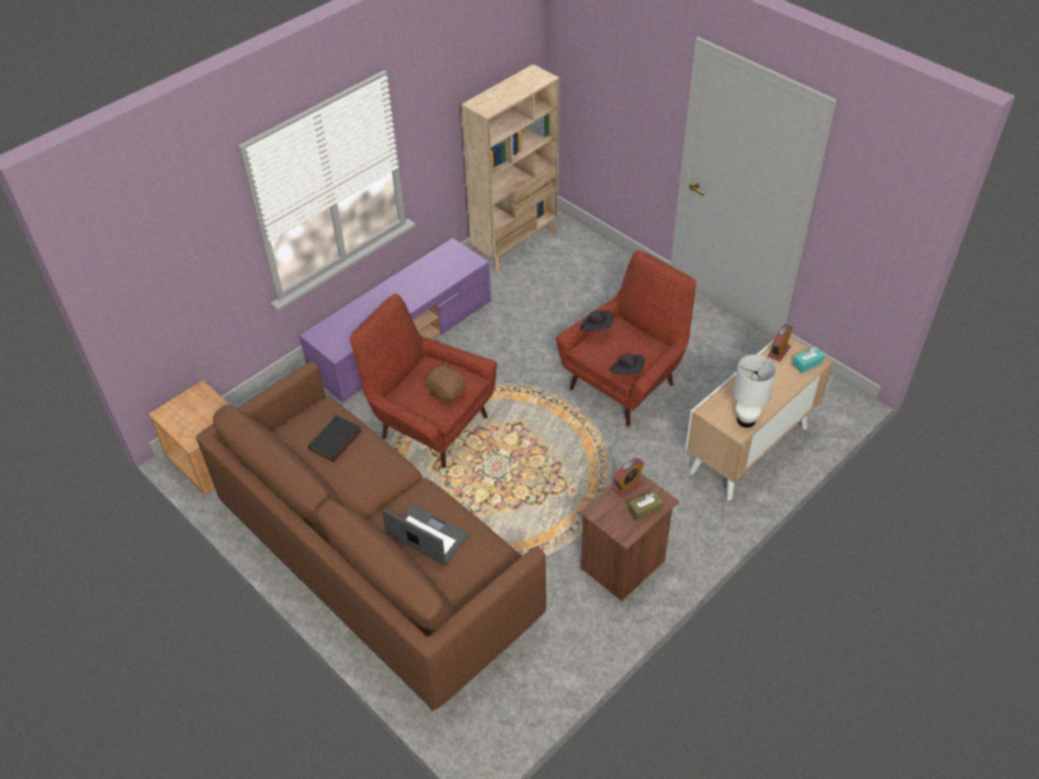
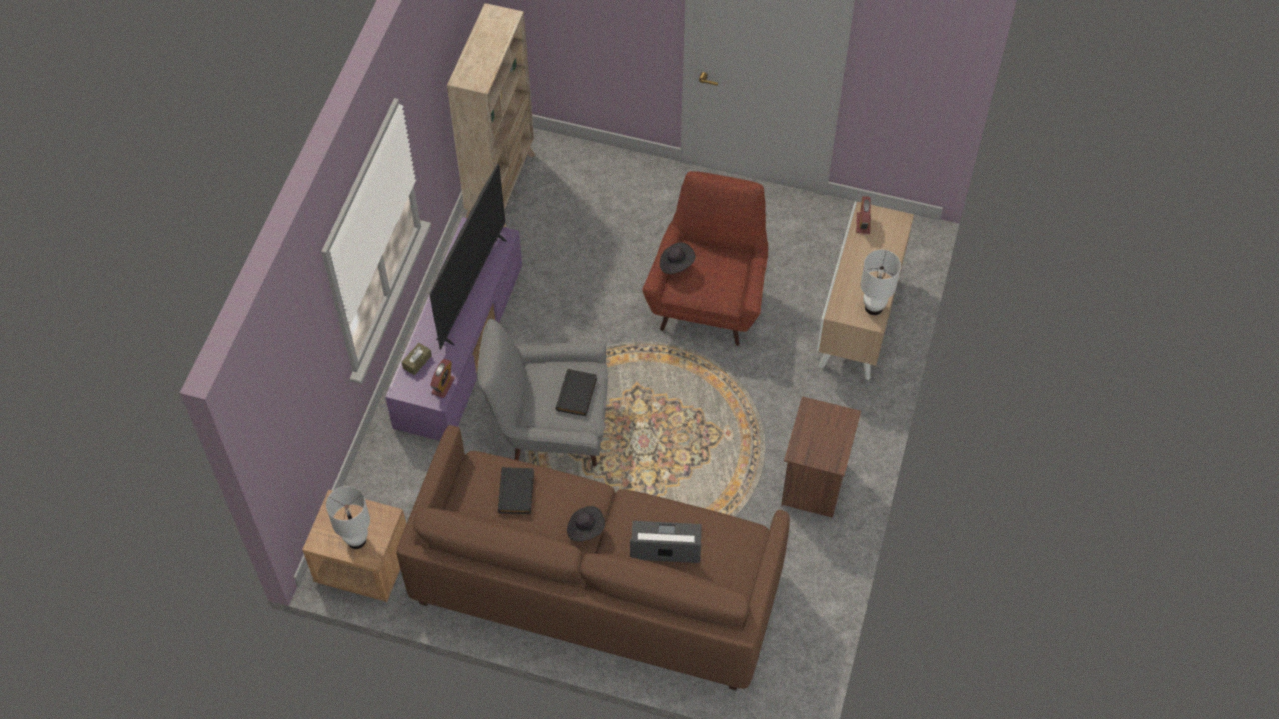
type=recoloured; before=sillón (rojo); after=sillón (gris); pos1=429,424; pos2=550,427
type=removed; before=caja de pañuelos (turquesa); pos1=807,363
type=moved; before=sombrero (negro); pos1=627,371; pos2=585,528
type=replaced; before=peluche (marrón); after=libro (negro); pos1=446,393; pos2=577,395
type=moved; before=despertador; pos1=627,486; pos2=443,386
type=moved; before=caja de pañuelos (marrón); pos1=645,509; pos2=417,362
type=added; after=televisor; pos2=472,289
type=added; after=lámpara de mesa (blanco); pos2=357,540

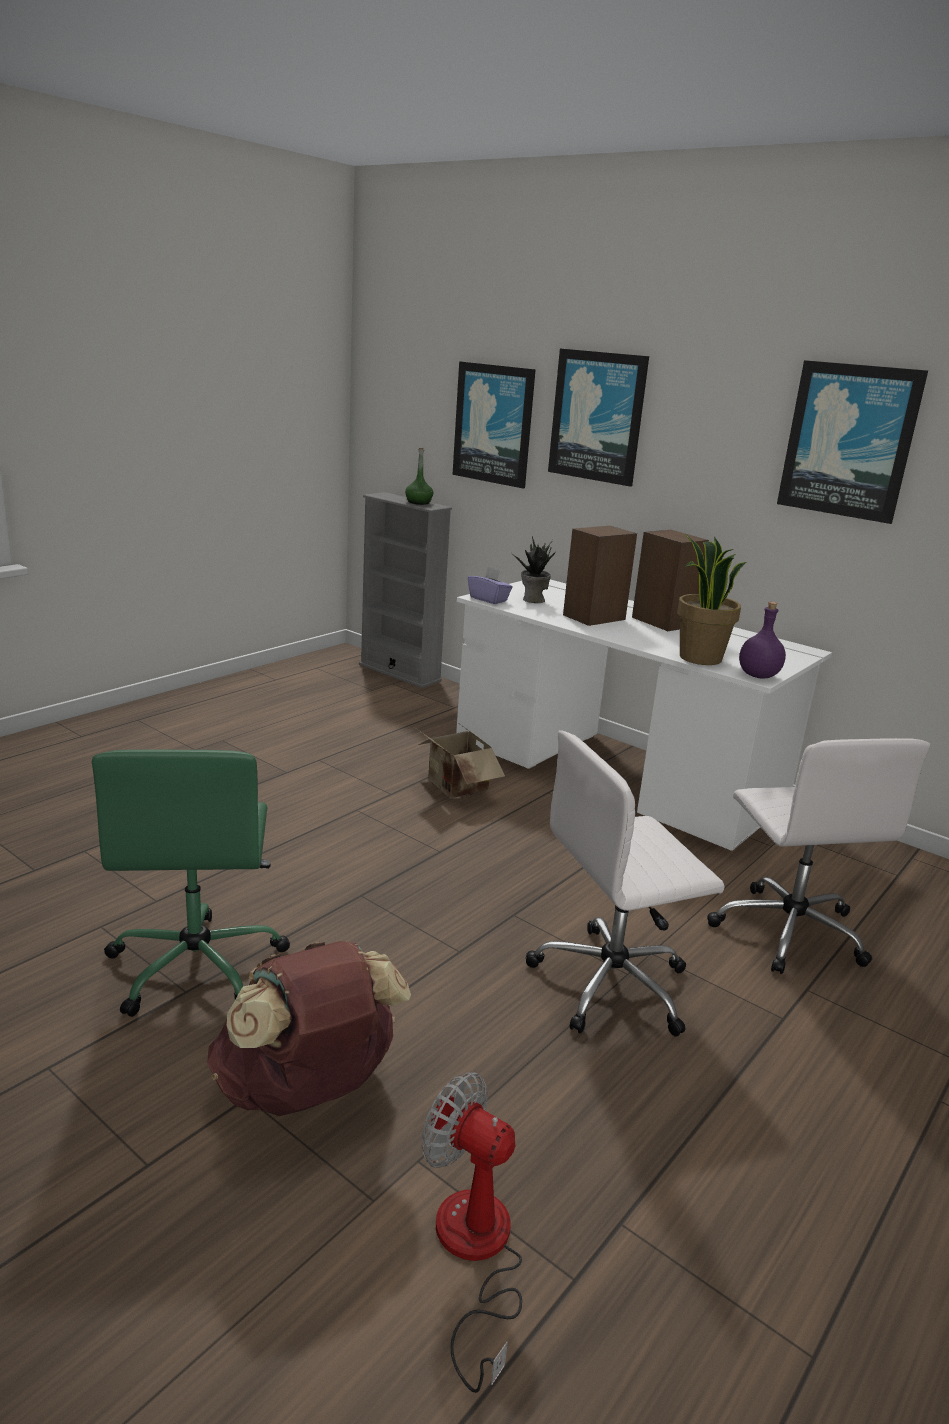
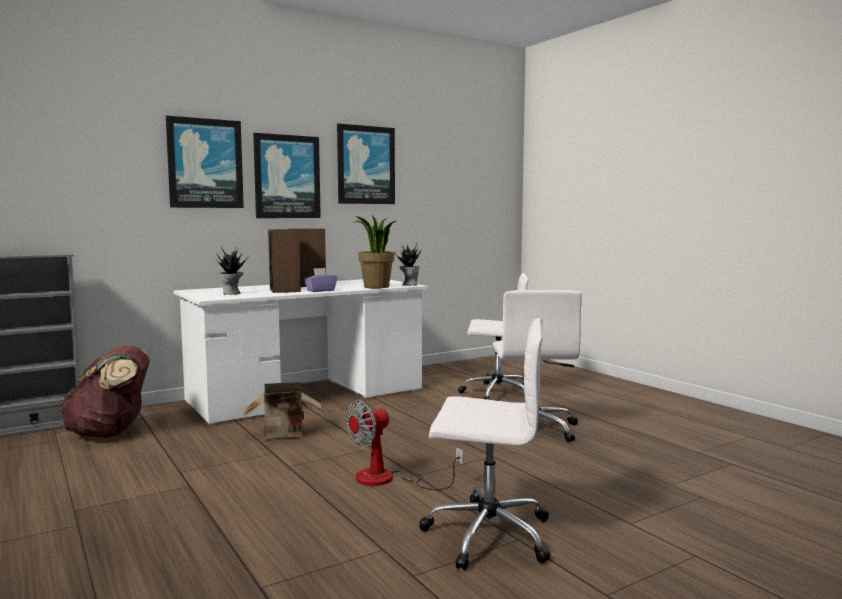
type=moved; before=cuadro; pos1=494,424; pos2=287,177
type=removed; before=botella (verde); pos1=418,502
type=moved; before=caja de pañuelos (morado); pos1=489,599; pos2=320,290
type=replaced; before=botella (morado); after=planta en maceta; pos1=759,675; pos2=409,285
type=recoloured; before=silla de oficina (verde); after=silla de oficina (blanco); pos1=197,965; pos2=486,534
type=moved; before=mochila (marrón); pos1=306,1091; pos2=111,433
type=moved; before=ventilador; pos1=474,1253; pos2=388,480

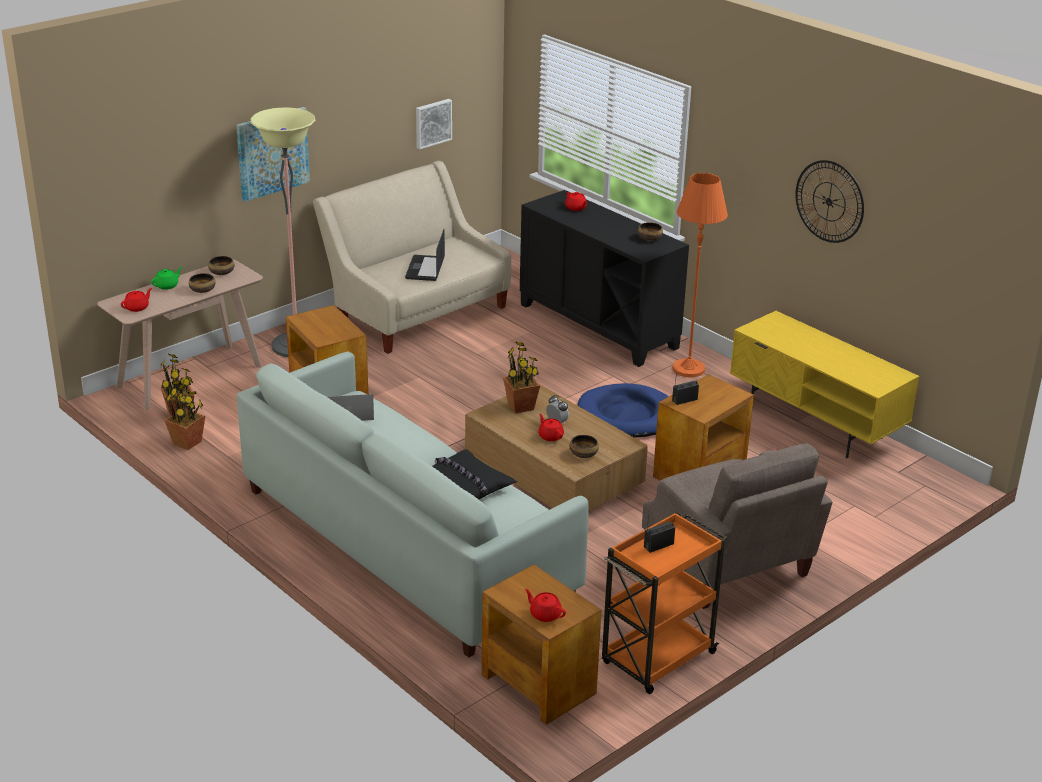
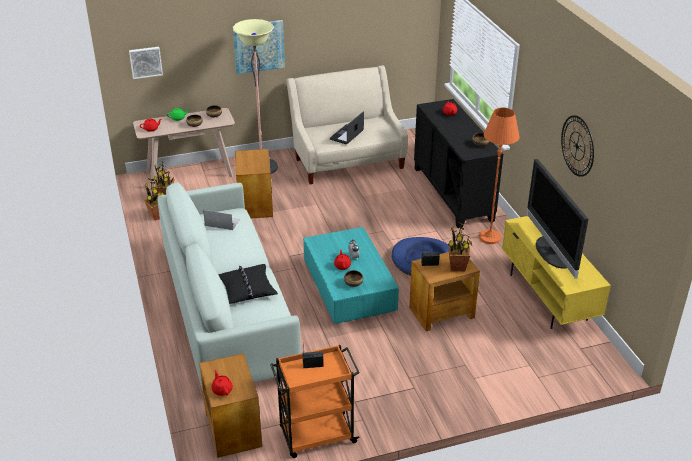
type=moved; before=cuadro; pos1=432,123; pos2=145,62
type=moved; before=planta en maceta; pos1=521,406; pos2=457,266
type=recoloured; before=mesa de centro (marrón); after=mesa de centro (turquesa); pos1=553,472; pos2=349,288
type=removed; before=sillón (beis); pos1=729,566
type=added; after=televisor; pos2=551,253

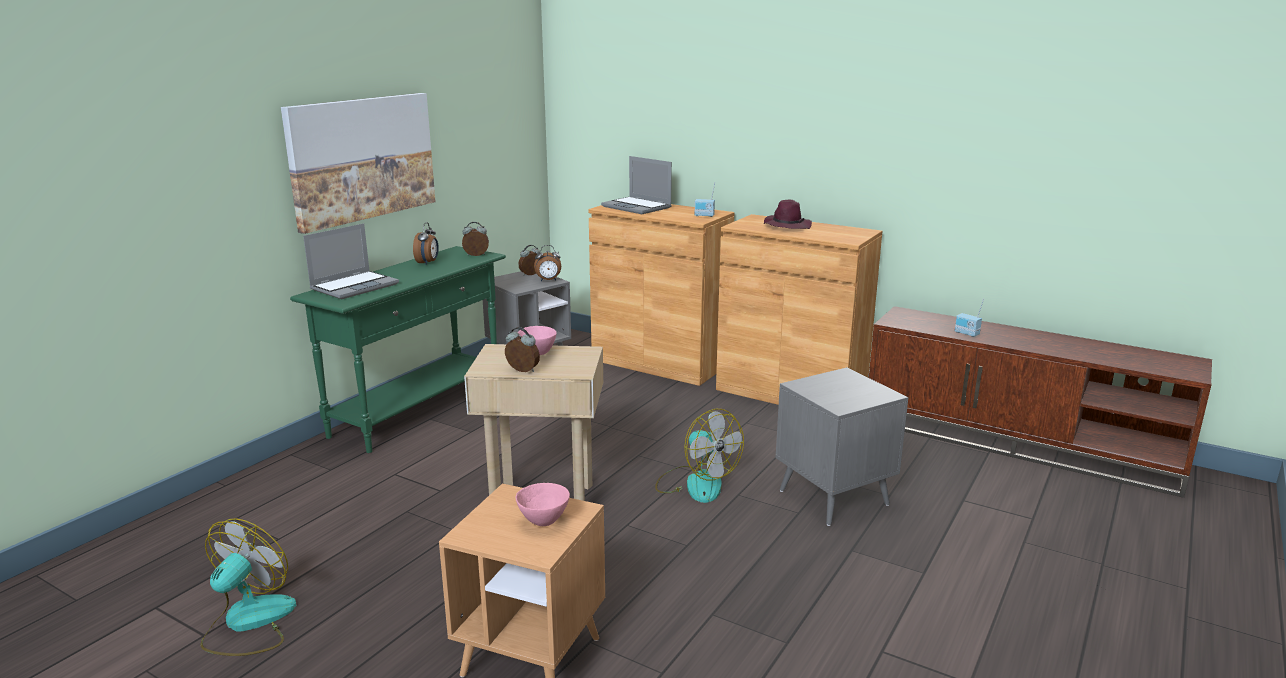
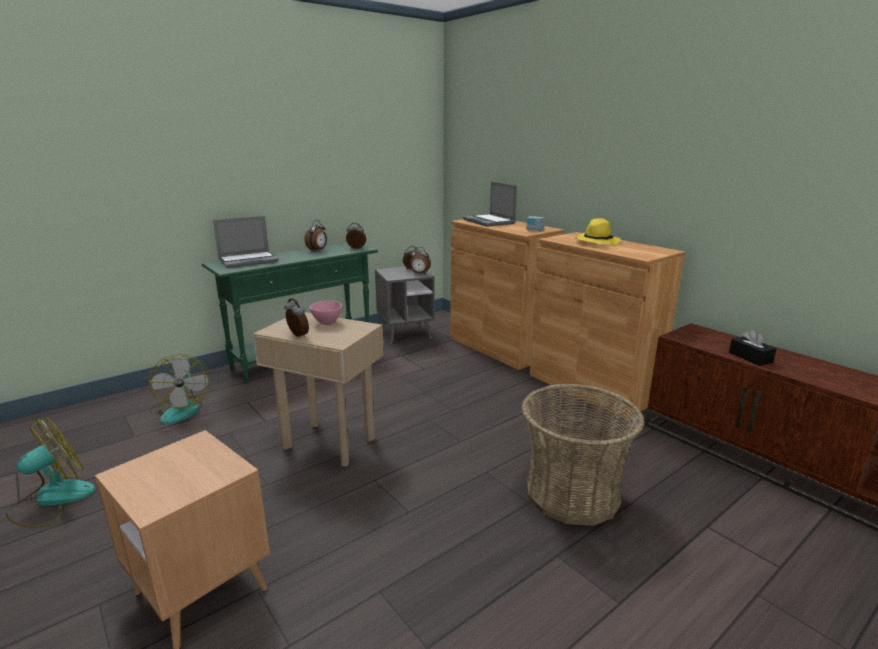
type=removed; before=cuadro; pos1=362,158
type=recoloured; before=sombrero (morado); after=sombrero (amarillo); pos1=786,226; pos2=596,242
type=replaced; before=radio; after=caja de pañuelos (negro); pos1=966,334; pos2=750,357
type=replaced; before=mesa auxiliar (gris); after=cesta; pos1=833,497; pos2=572,494
type=moved; before=ventilador; pos1=696,483; pos2=181,409
type=removed; before=cuenco (rosa); pos1=543,522

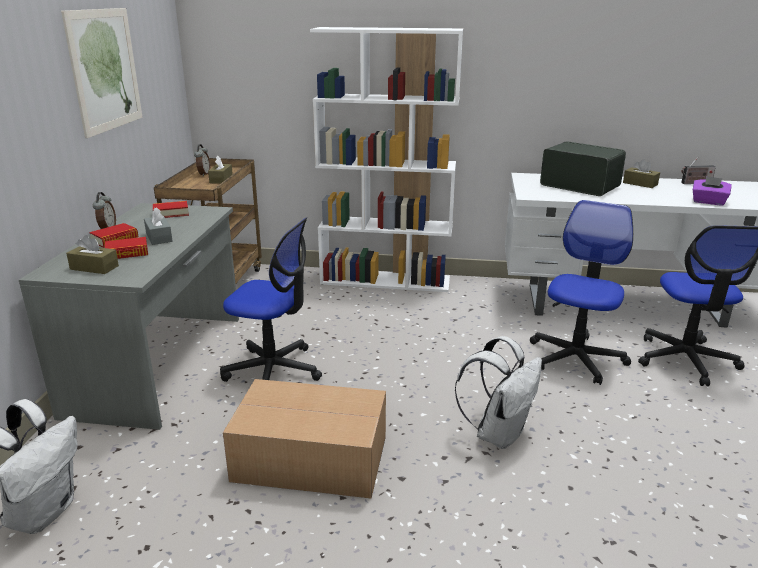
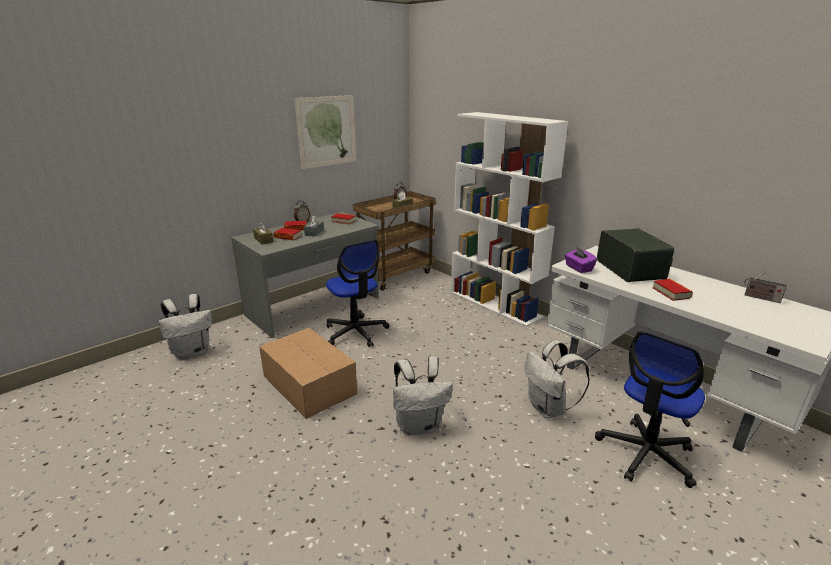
type=removed; before=caja de pañuelos (marrón); pos1=640,184
type=moved; before=caja de pañuelos (morado); pos1=708,202; pos2=578,268
type=replaced; before=silla de oficina; after=mochila (blanco); pos1=576,358; pos2=548,409
type=added; after=libro; pos2=671,293

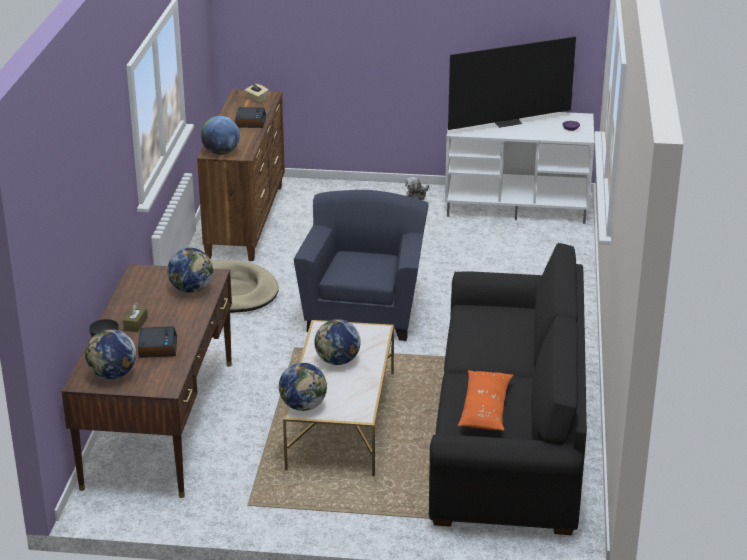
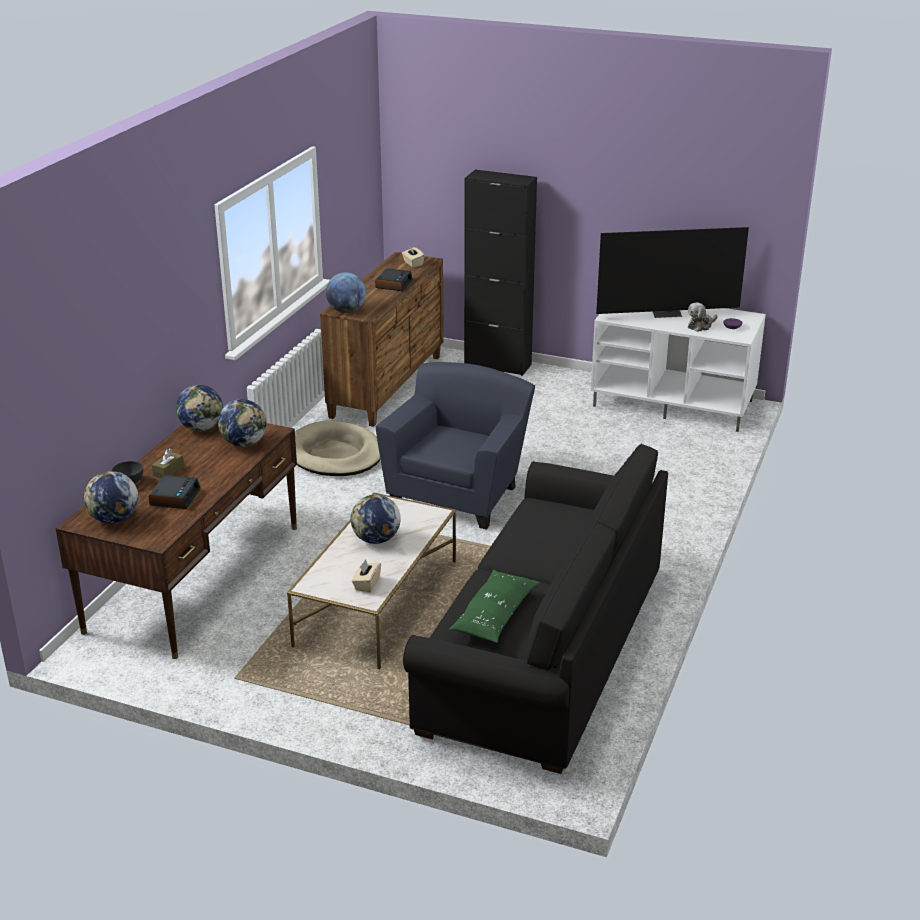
type=moved; before=peluche; pos1=416,196; pos2=700,326
type=moved; before=globo terráqueo; pos1=303,406; pos2=202,428
type=recoloured; before=cojín (naranja); after=cojín (verde); pos1=485,409; pos2=495,616
type=added; after=armario (negro); pos2=497,365
type=added; after=caja de pañuelos (beis); pos2=366,584

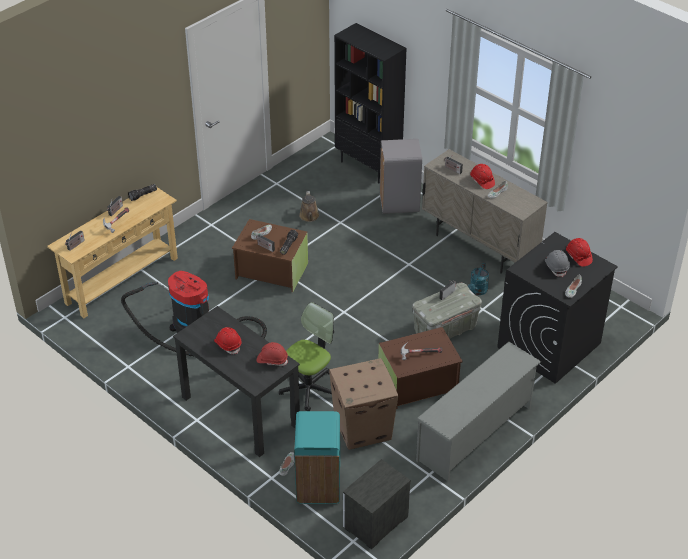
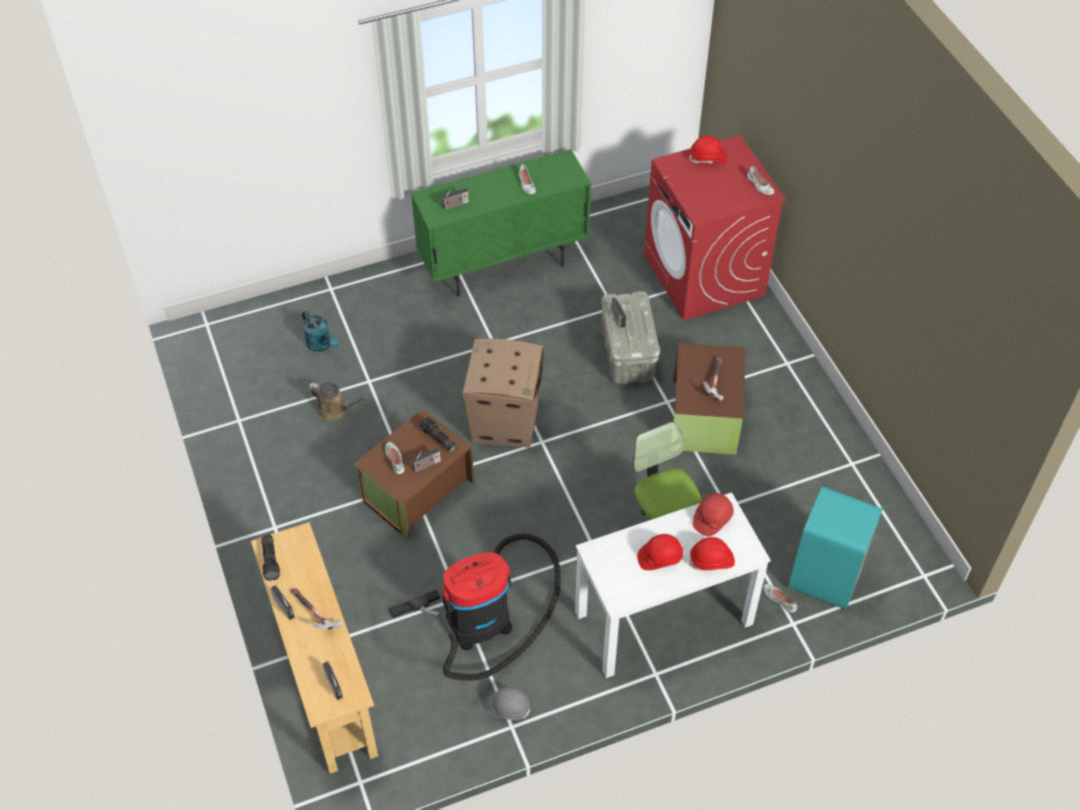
type=removed; before=estantería (negro); pos1=368,166
type=removed; before=papelera (gris); pos1=399,203
type=recoloured; before=armario (beis); after=armario (verde); pos1=479,246; pos2=503,265
type=moved; before=casco (rojo); pos1=482,181; pos2=711,560
type=recoloured; before=lavadora (negro); after=lavadora (rojo); pos1=548,345; pos2=704,275
type=moved; before=casco (gris); pos1=556,267; pos2=508,708
type=moved; before=regadera (turquesa); pos1=477,291; pos2=322,345
type=recoloured; before=escritorio (negro); after=escritorio (blanco); pos1=240,411; pos2=663,618
type=removed; before=zapatero (gris); pos1=475,434
type=moved; before=caja de cartón; pos1=363,428; pos2=505,421
type=removed; before=mesita de noche; pos1=374,522

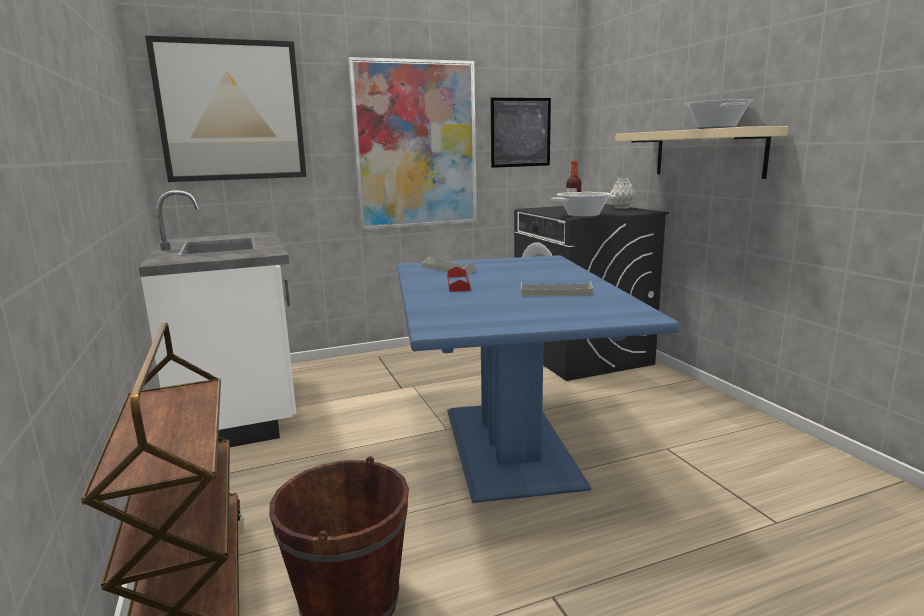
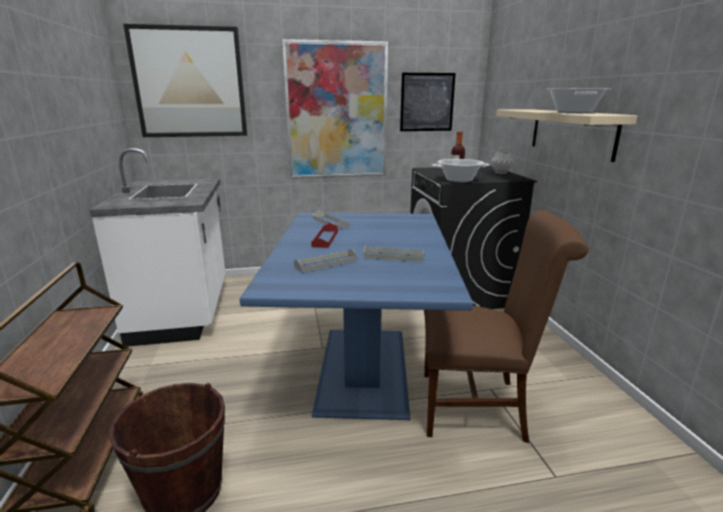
type=added; after=silla (marrón); pos2=479,406
type=added; after=bandeja (gris); pos2=326,263

